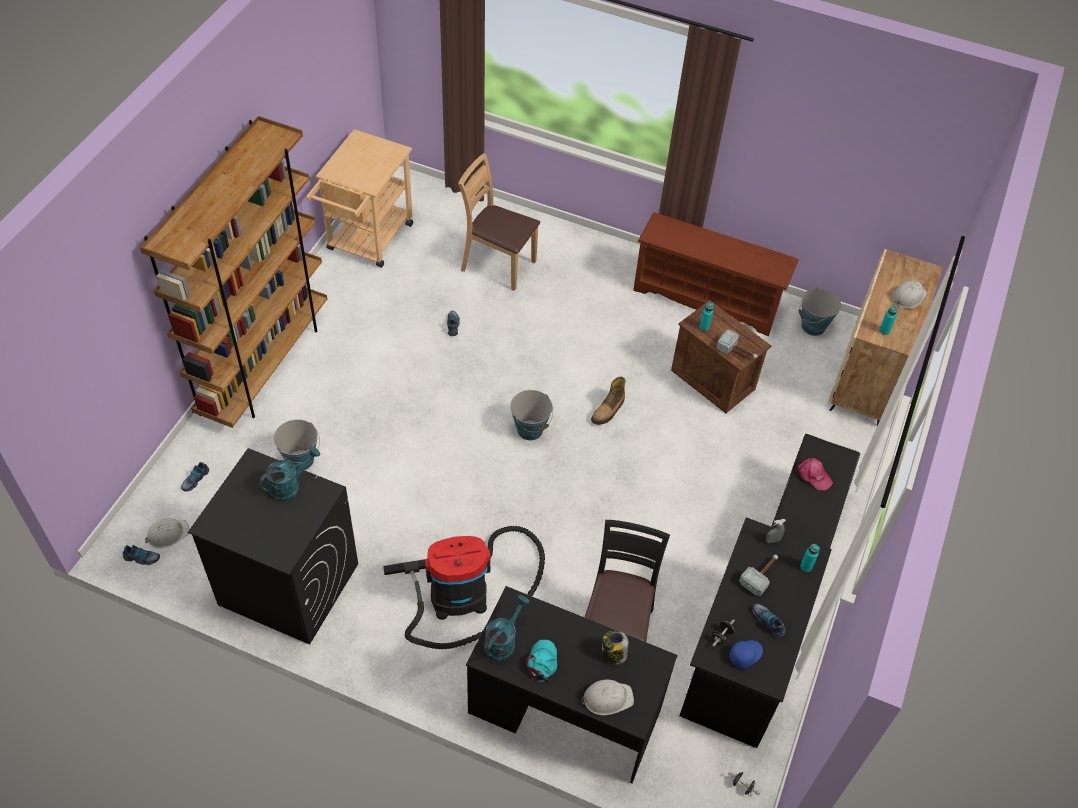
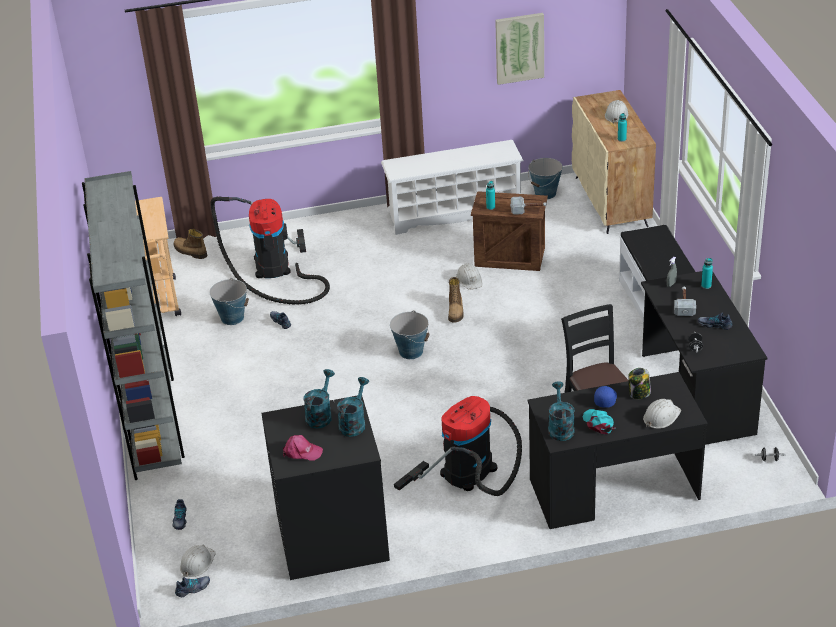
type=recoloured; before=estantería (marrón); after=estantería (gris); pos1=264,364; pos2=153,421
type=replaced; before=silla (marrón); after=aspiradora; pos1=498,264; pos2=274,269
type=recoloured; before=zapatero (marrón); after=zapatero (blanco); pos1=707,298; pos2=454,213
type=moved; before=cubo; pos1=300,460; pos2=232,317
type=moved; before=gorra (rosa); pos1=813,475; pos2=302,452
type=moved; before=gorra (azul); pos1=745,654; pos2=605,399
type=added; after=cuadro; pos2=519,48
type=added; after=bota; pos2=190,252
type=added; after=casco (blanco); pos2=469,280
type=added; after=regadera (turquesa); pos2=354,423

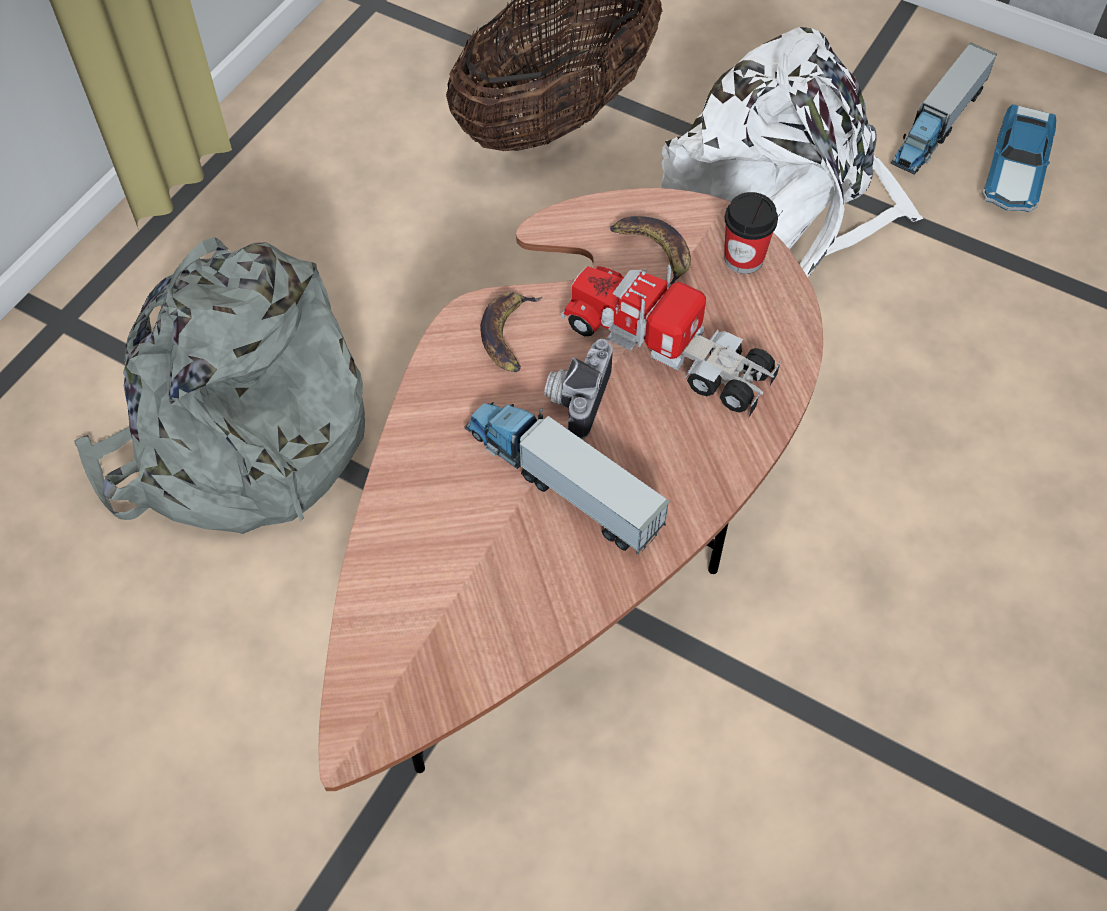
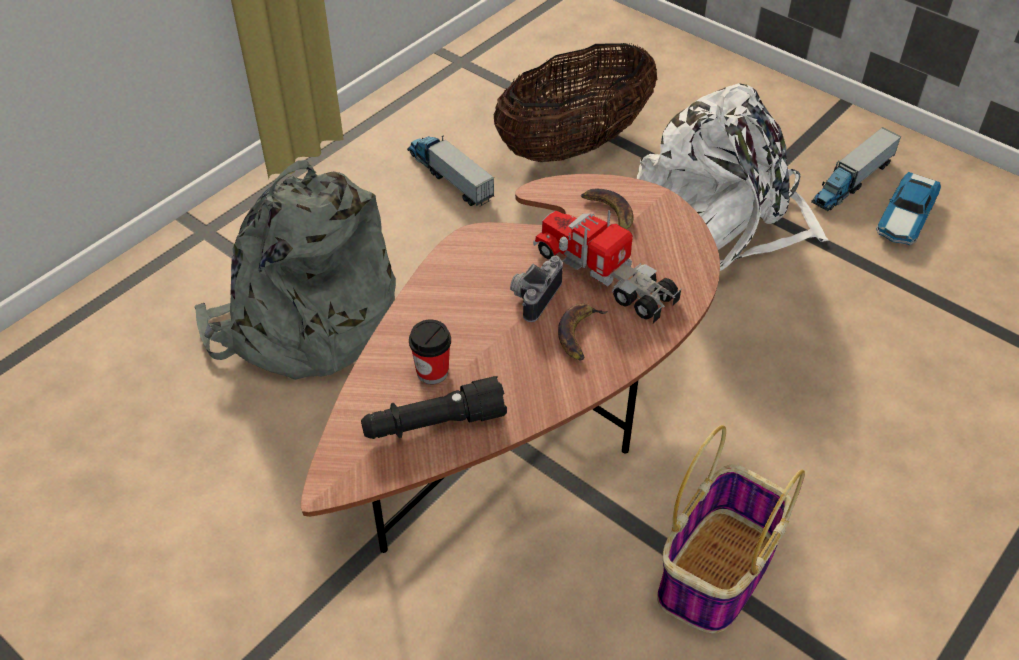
type=moved; before=taza; pos1=743,258; pos2=432,372
type=moved; before=plátano; pos1=509,335; pos2=579,334
type=moved; before=camión de juguete; pos1=562,482; pos2=449,177
type=added; after=linterna (negro); pos2=434,424
type=added; after=cesta; pos2=716,573

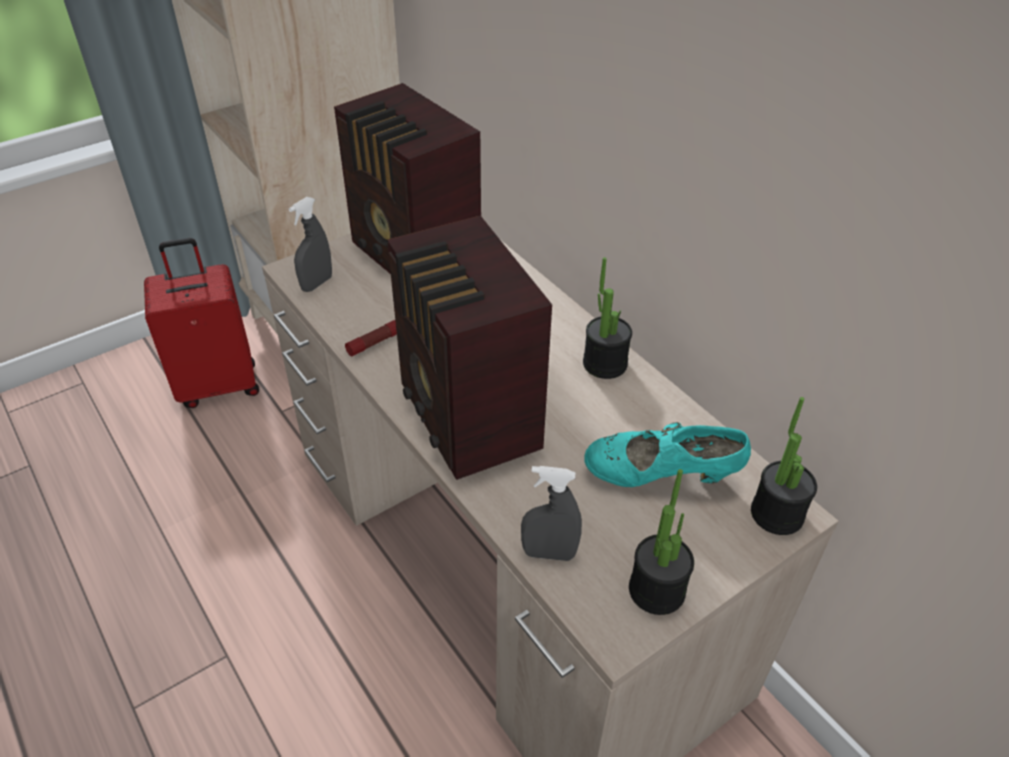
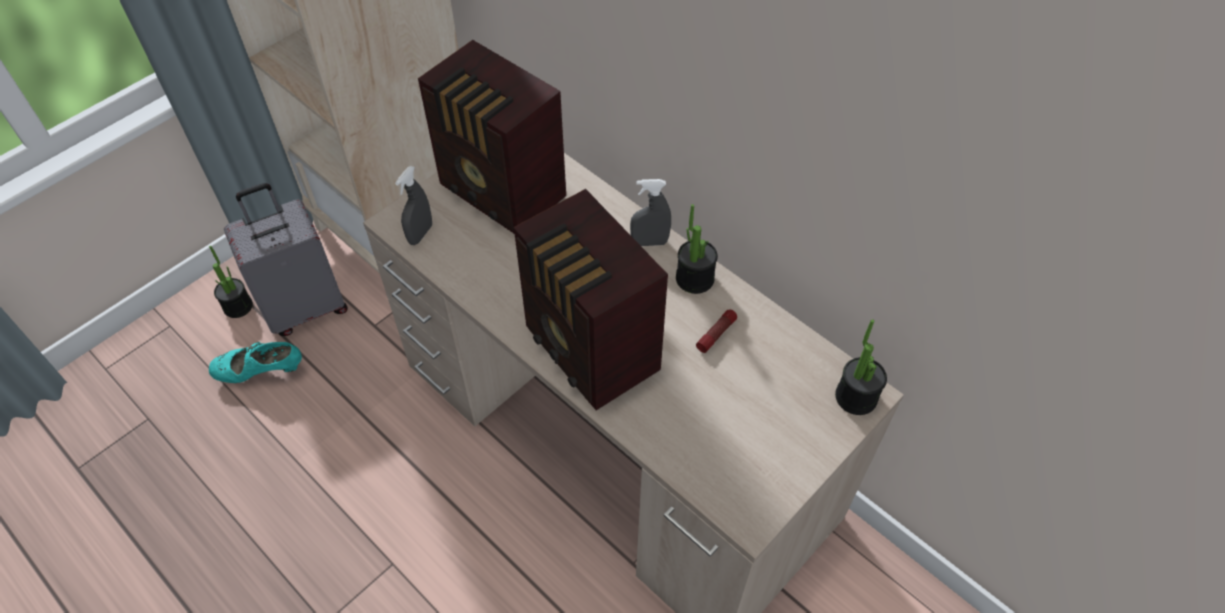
type=recoloured; before=maleta (rojo); after=maleta (gris); pos1=218,384; pos2=305,307
type=moved; before=linterna; pos1=374,343; pos2=716,334
type=moved; before=zapato (turquesa); pos1=660,477; pos2=261,372
type=moved; before=pulverizador (gris); pos1=549,553; pos2=649,242
type=moved; before=planta en maceta; pos1=656,590; pos2=238,306

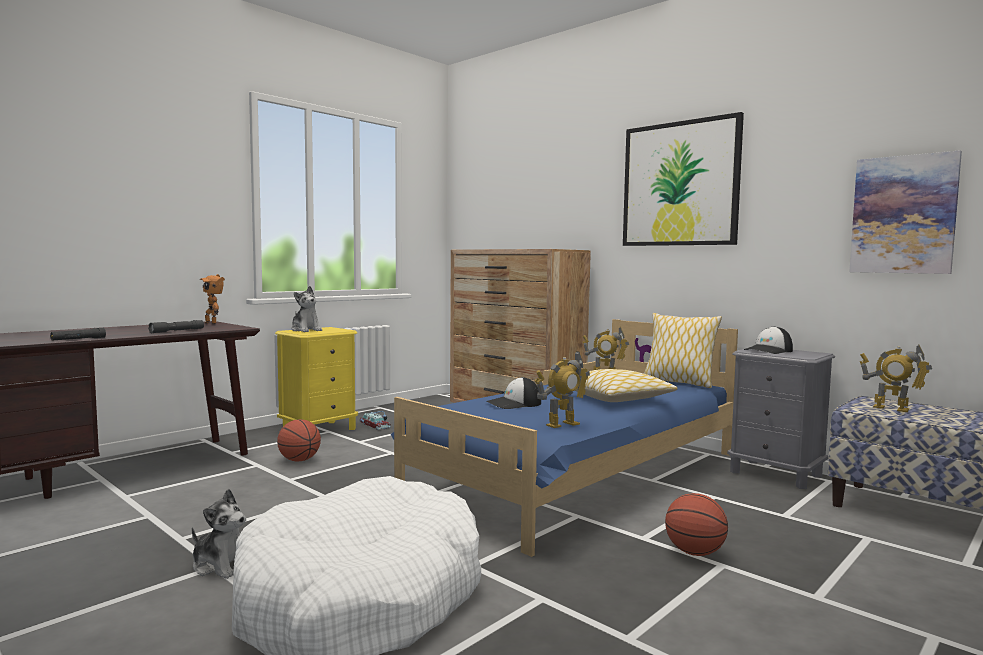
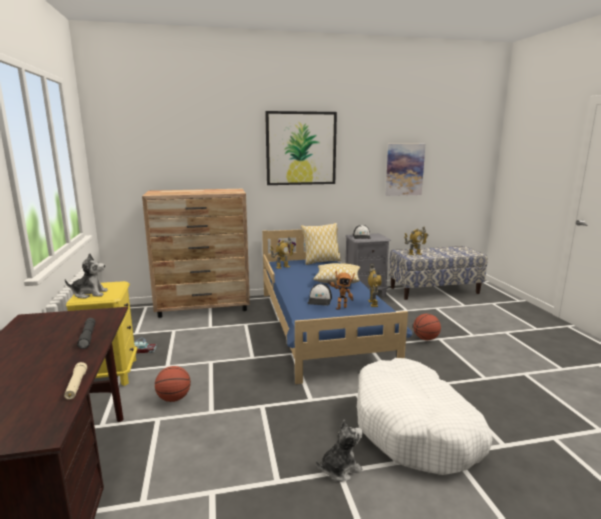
type=moved; before=robot de juguete; pos1=212,323; pos2=340,307
type=recoloured; before=linterna (negro); after=linterna (beis); pos1=78,339; pos2=76,385

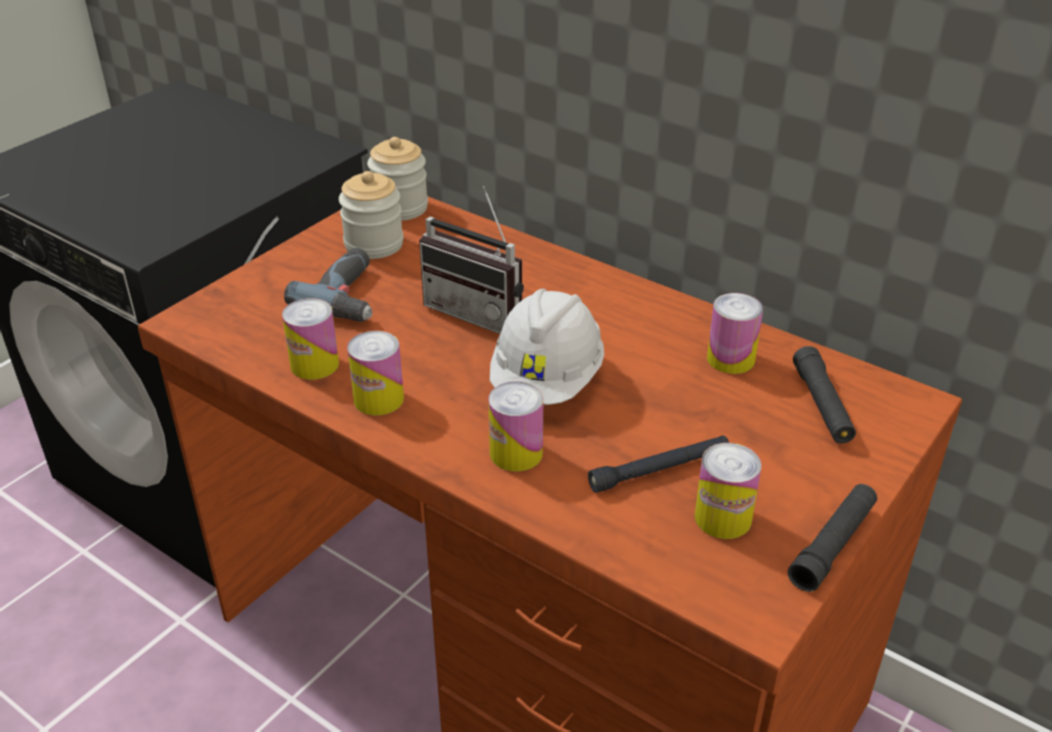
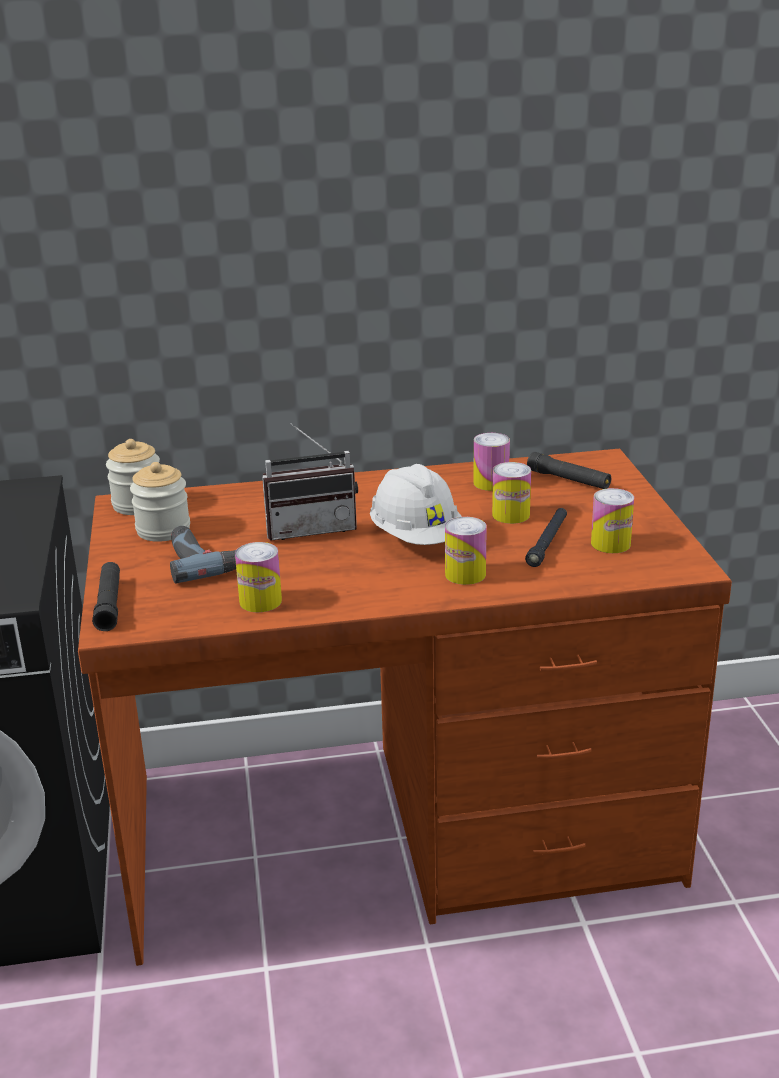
type=moved; before=lata; pos1=378,399; pos2=511,515
type=moved; before=linterna (negro); pos1=832,545; pos2=109,604

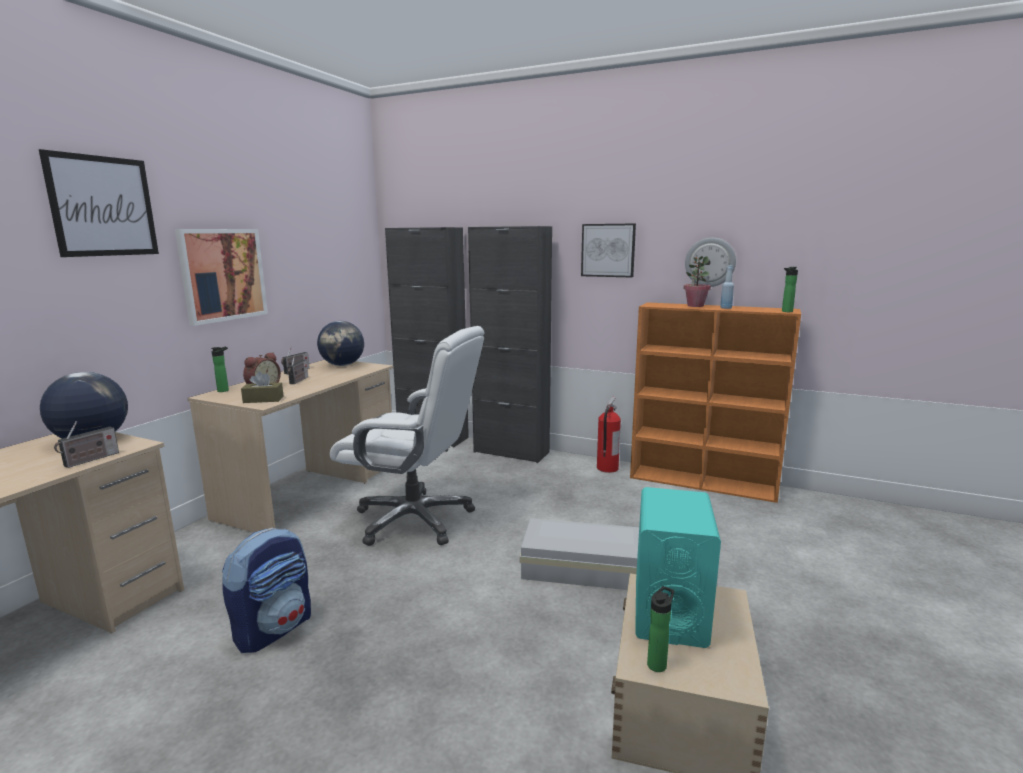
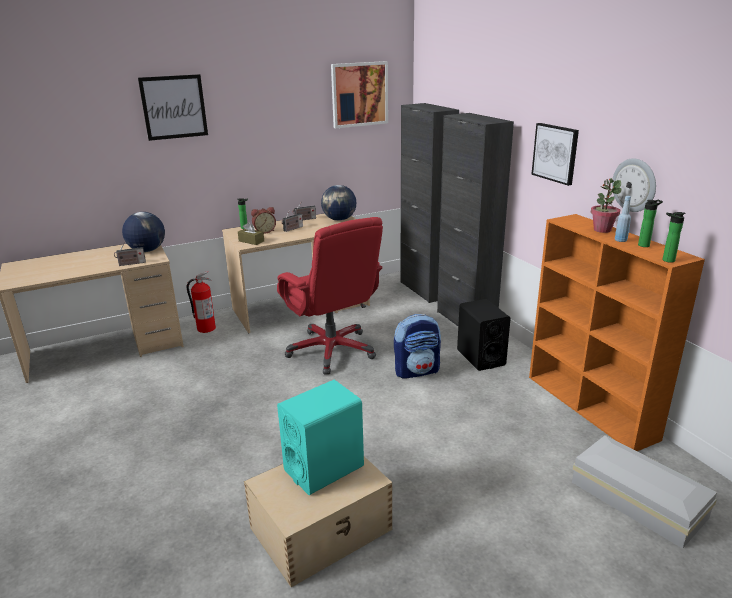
type=moved; before=cuadro; pos1=223,275; pos2=359,94
type=recoloured; before=silla de oficina (blanco); after=silla de oficina (rojo); pos1=415,519; pos2=332,350
type=moved; before=extintor; pos1=606,468; pos2=206,328
type=moved; before=caja de almacenaje (blanco); pos1=587,569; pos2=638,501
type=moved; before=mochila; pos1=274,628; pos2=417,371
type=moved; before=botella; pos1=658,663; pos2=645,245
type=added; after=altavoz (negro); pos2=480,357

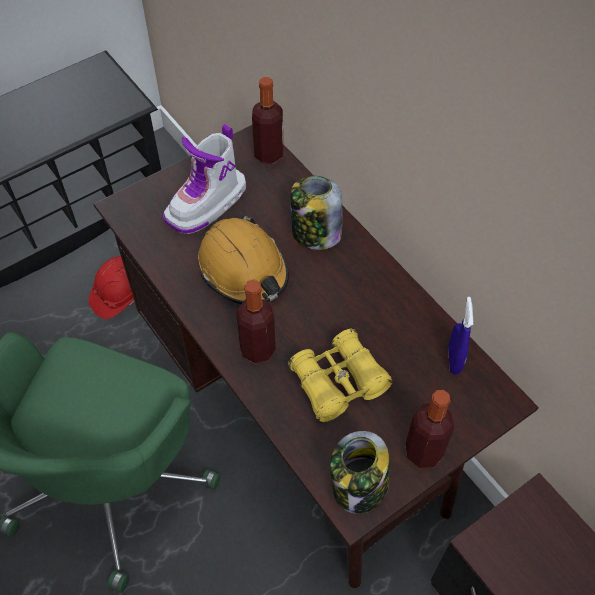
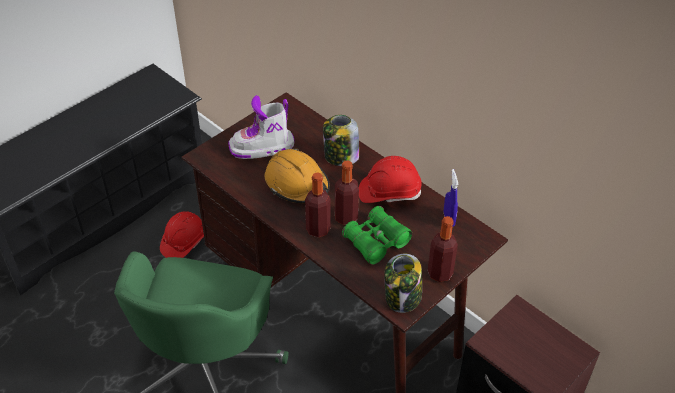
type=moved; before=botella; pos1=269,154; pos2=346,217
type=turned; before=bota; pos1=207,204; pos2=262,148; turn=45
type=recoloured; before=prismáticos (amarillo); after=prismáticos (verde); pos1=338,382; pos2=376,242
type=added; after=casco (rojo); pos2=389,192

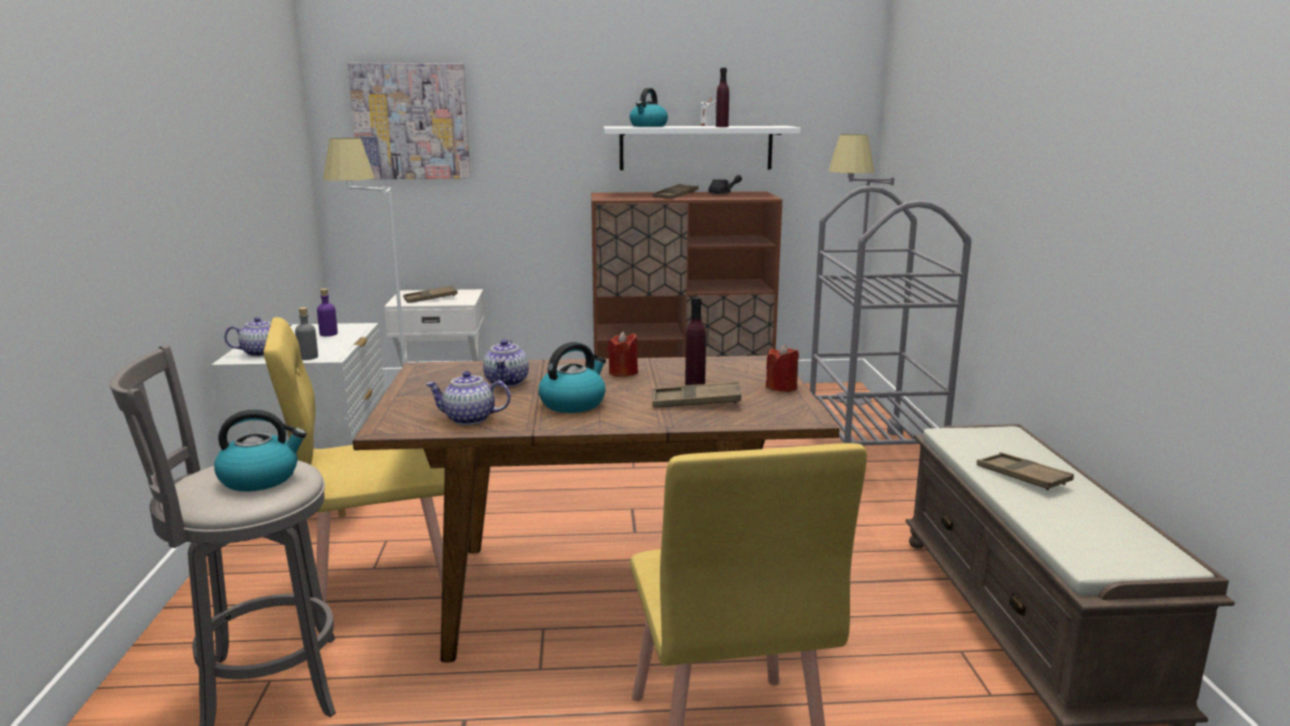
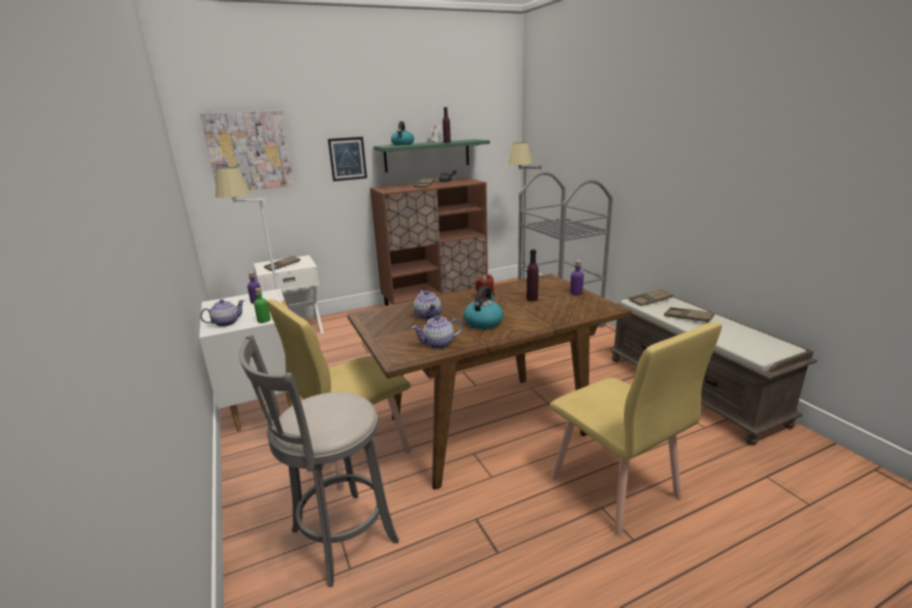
type=recoloured; before=estante (blanco); after=estante (verde); pos1=696,148; pos2=427,155
type=recoloured; before=botella (gris); after=botella (verde); pos1=308,357; pos2=264,320
type=replaced; before=vela (rojo); after=botella (morado); pos1=781,387; pos2=576,292
type=moved; before=bandeja (marrón); pos1=696,402; pos2=650,300
type=removed; before=hervidor; pos1=260,478
type=added; after=cuadro; pos2=347,159

